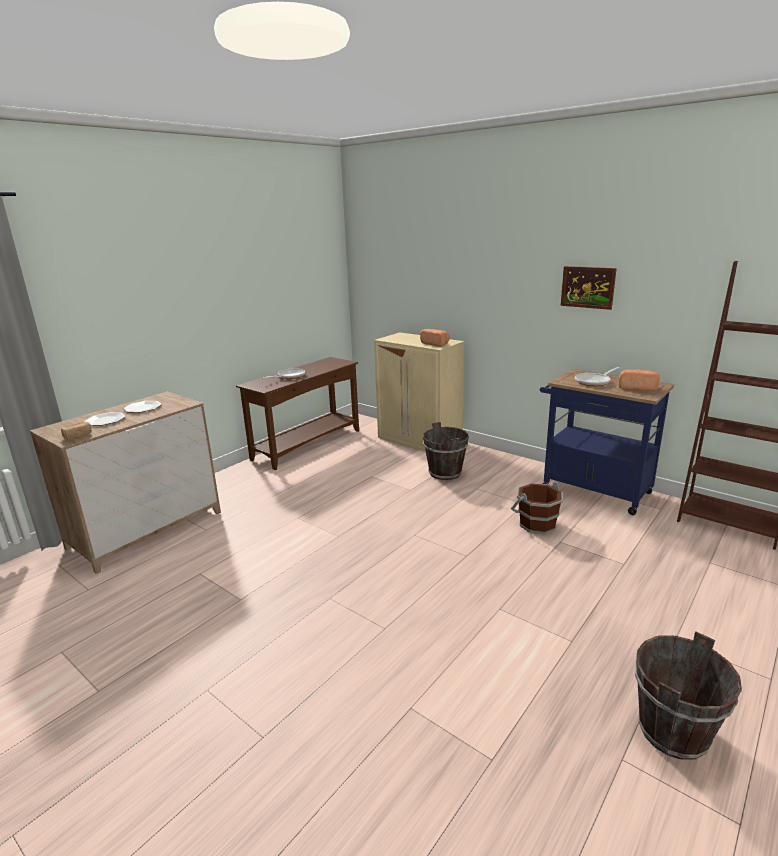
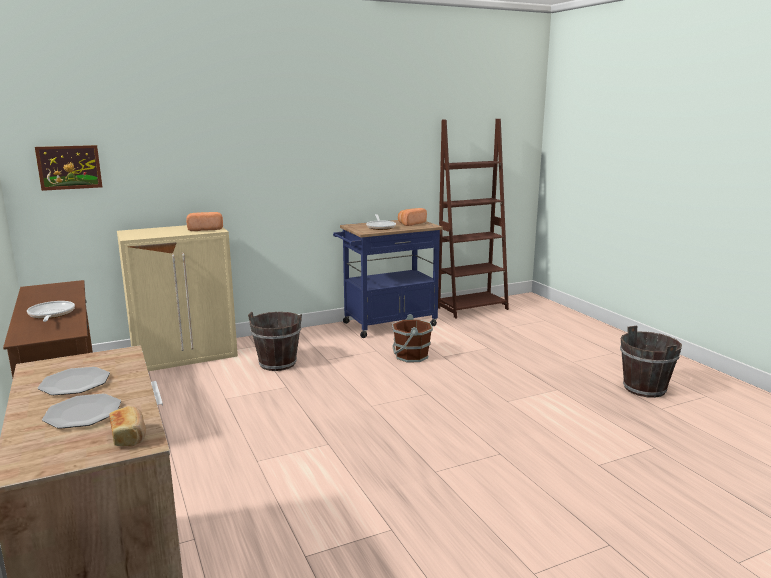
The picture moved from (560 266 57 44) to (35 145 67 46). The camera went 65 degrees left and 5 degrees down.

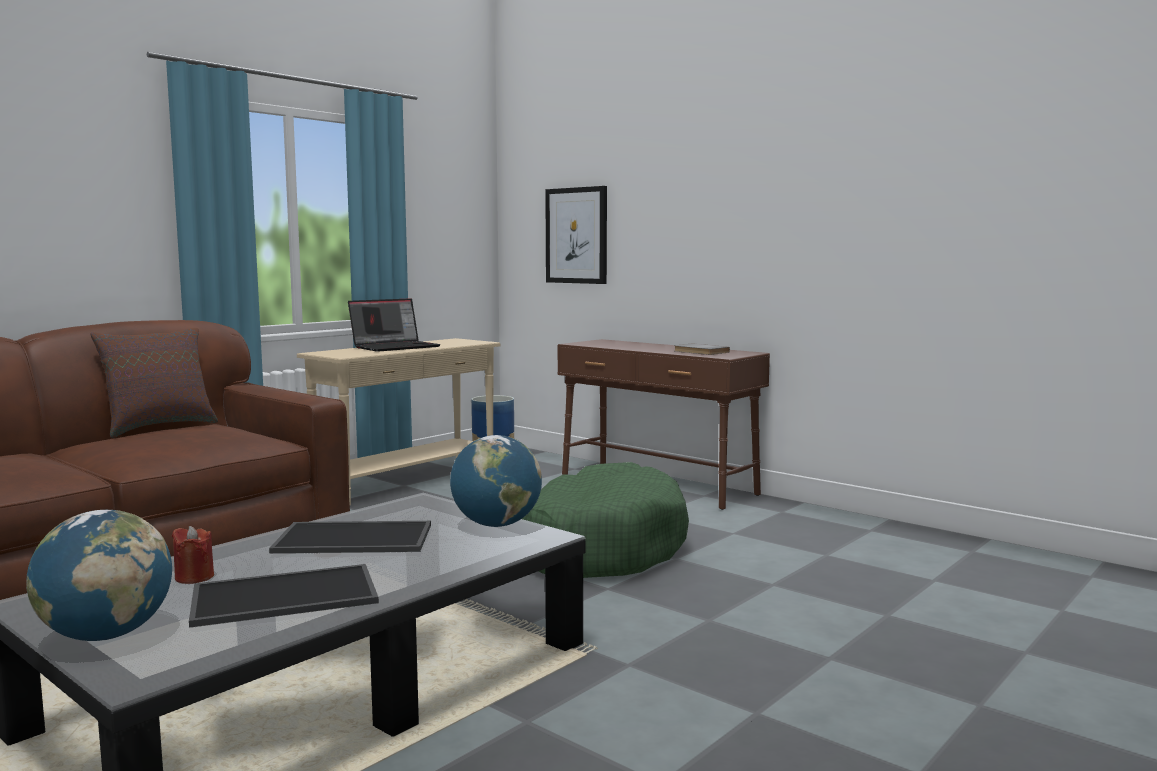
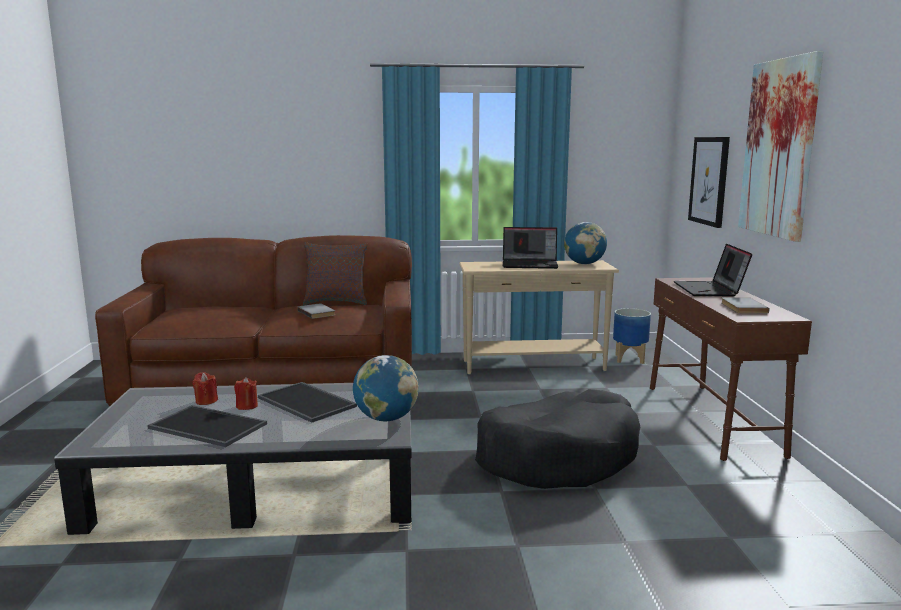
The red candle at (234 377 24 33) appeared. The grey book at (297 303 38 16) appeared. The green dog bed at (522 462 167 116) became the black dog bed at (475 389 165 100). The globe moved from (26 510 146 131) to (564 222 43 42). The laptop at (674 244 78 52) appeared. The picture at (738 51 85 191) appeared. The camera went 45 degrees right and 5 degrees up.

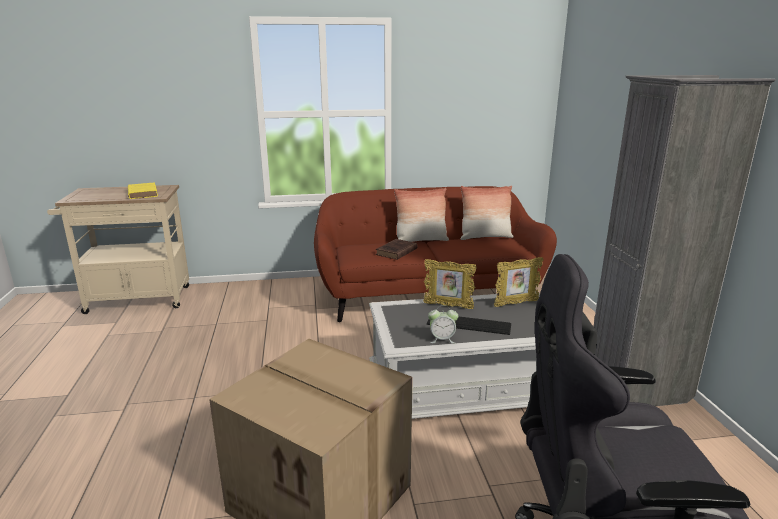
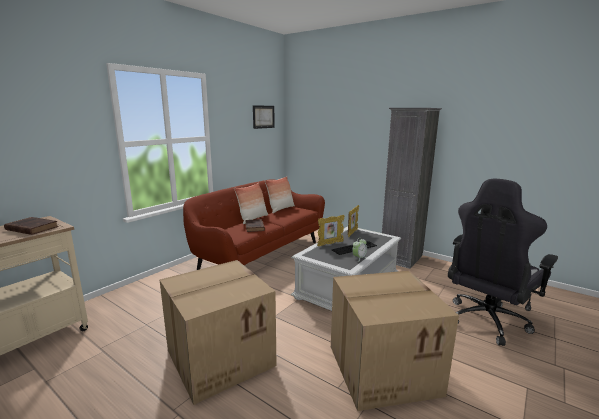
The yellow book at (128 182 30 17) became the brown book at (4 217 55 18). The cardboard box at (160 260 117 145) appeared. The picture at (253 105 22 24) appeared. The camera went 45 degrees left and 5 degrees down.

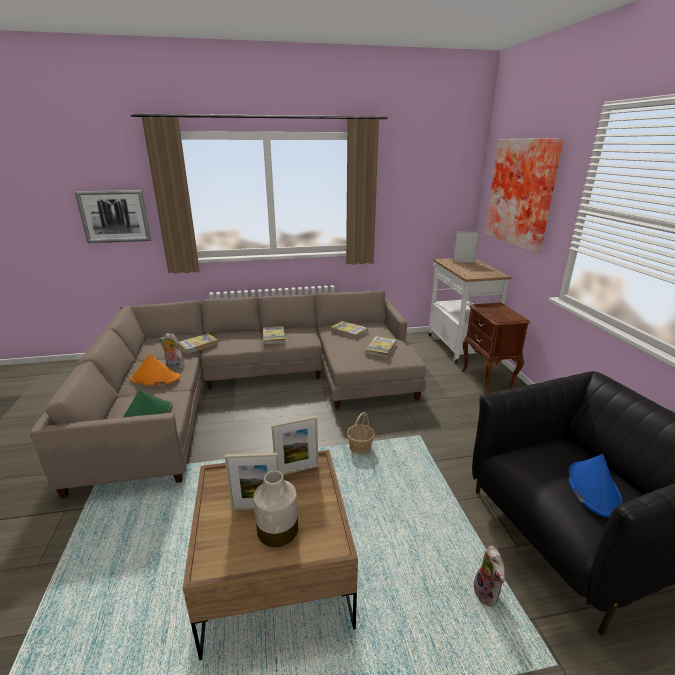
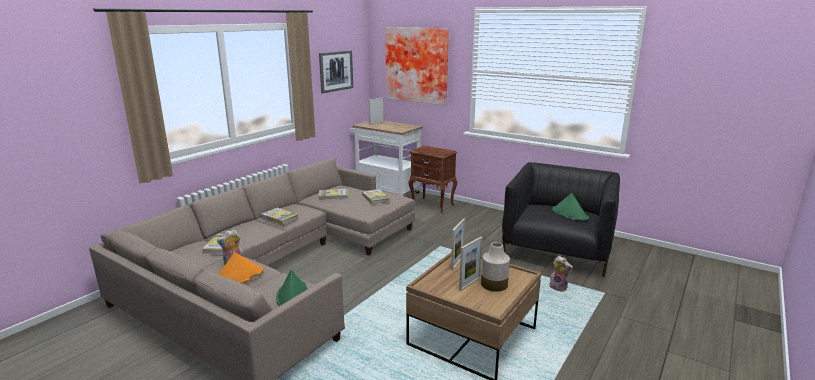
The picture moved from (75 190 76 53) to (319 50 34 43). The blue hat at (568 454 54 64) became the green hat at (552 193 37 28). The basket at (347 412 28 42) disappeared. The camera went 45 degrees left and 5 degrees down.

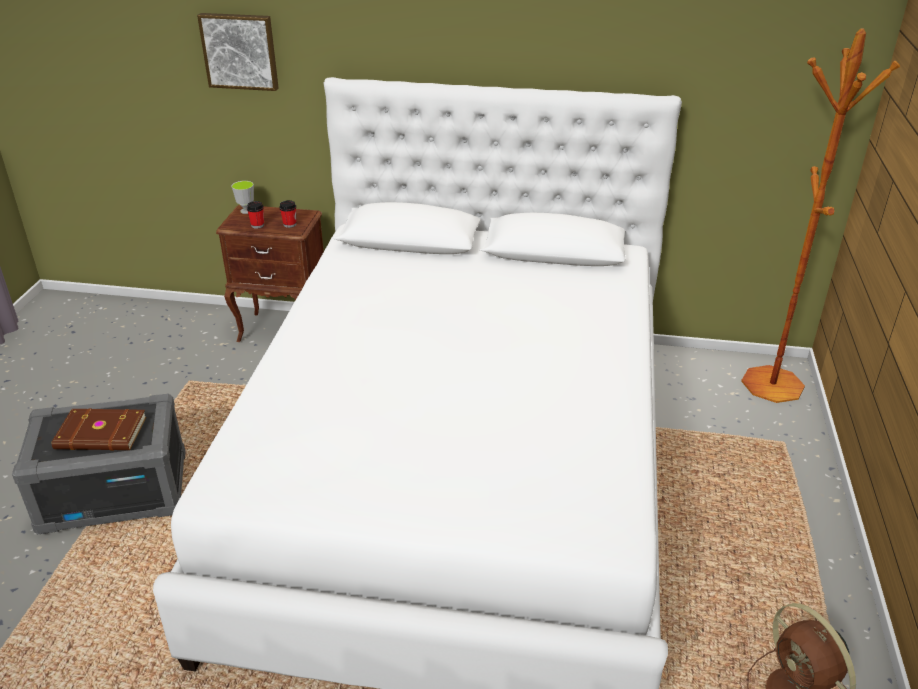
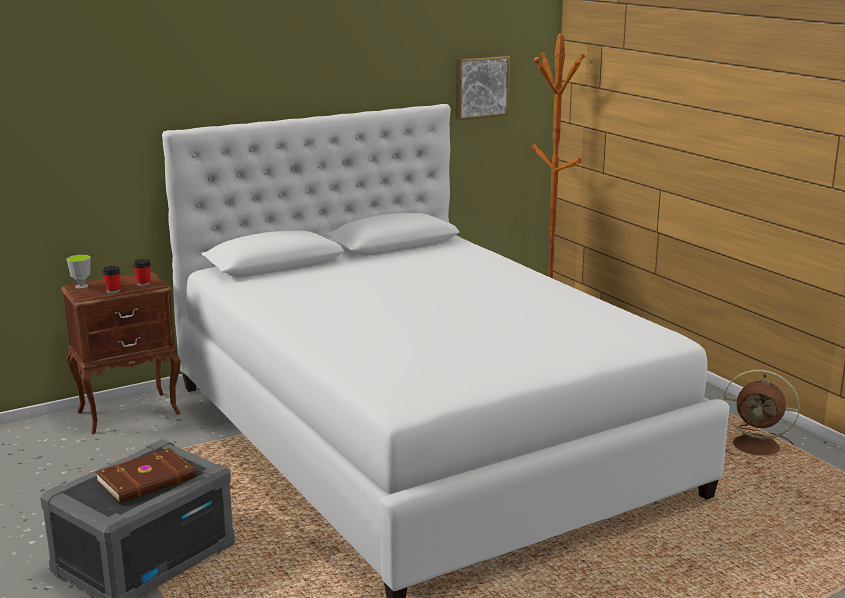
The picture moved from (197 13 82 78) to (456 55 54 65). The camera went 40 degrees left and 15 degrees down.

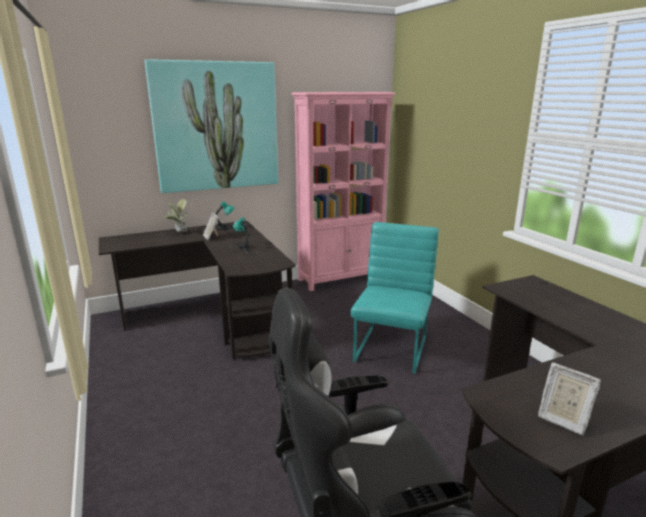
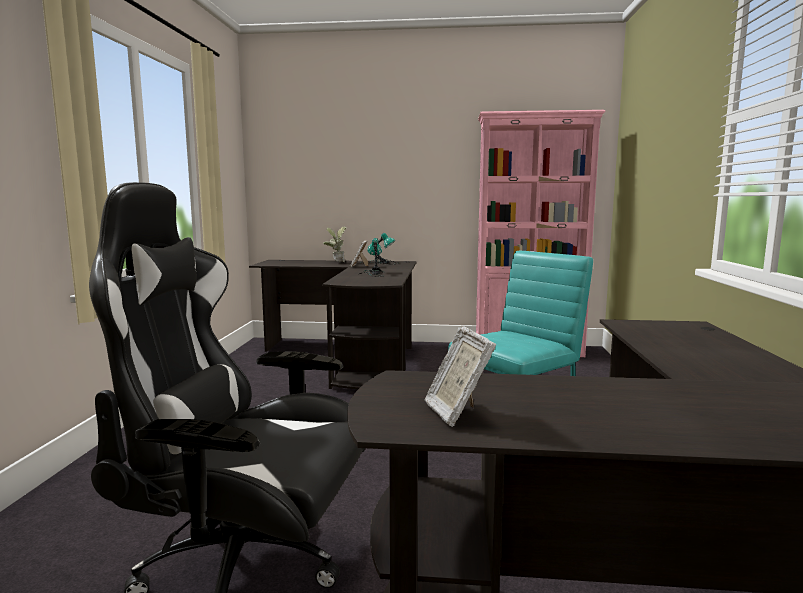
The picture at (145 59 133 134) disappeared. The camera went 30 degrees right and 10 degrees down.

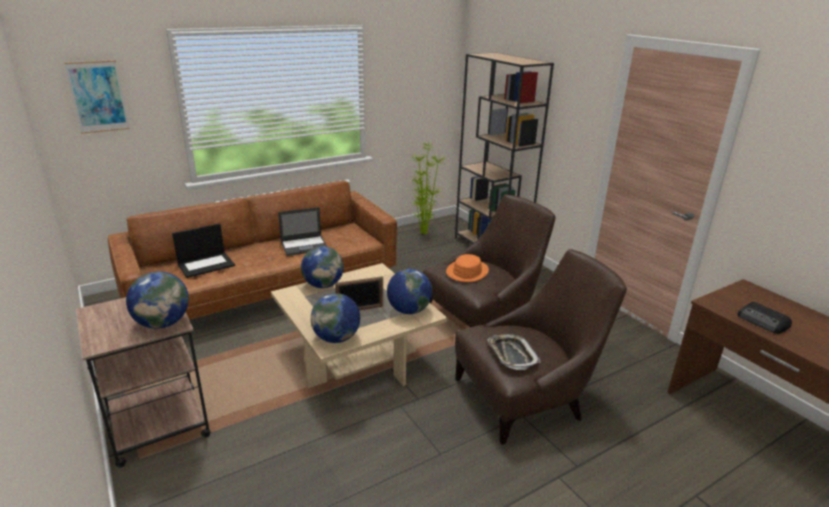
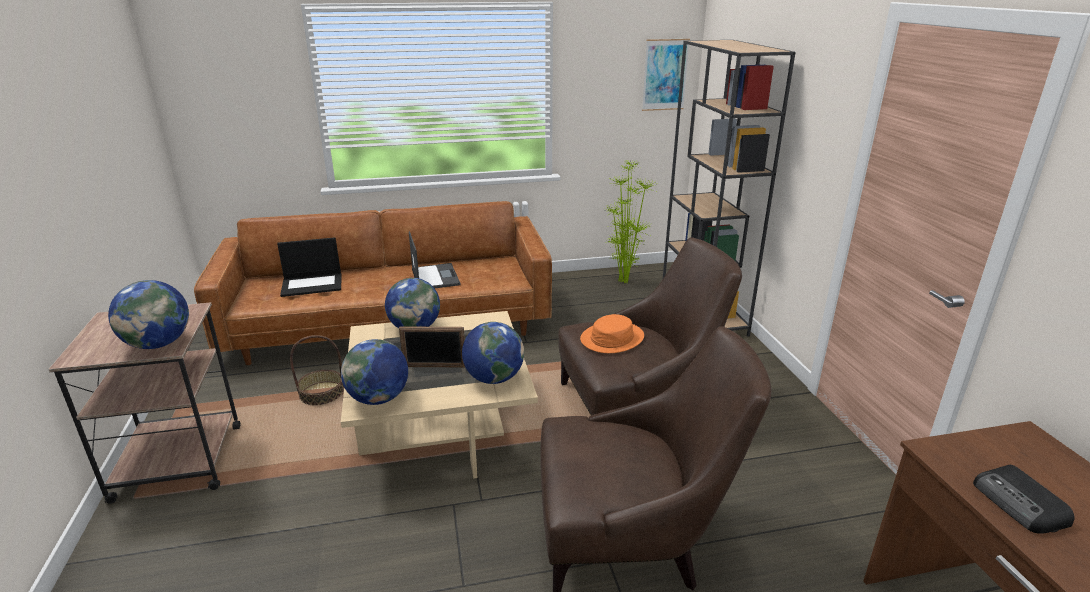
The basket at (290 335 54 71) appeared. The laptop at (278 207 49 49) turned 105 degrees counterclockwise. The picture moved from (64 60 66 74) to (642 39 48 72). The tray at (487 334 54 36) disappeared. The camera went 20 degrees right and 0 degrees up.

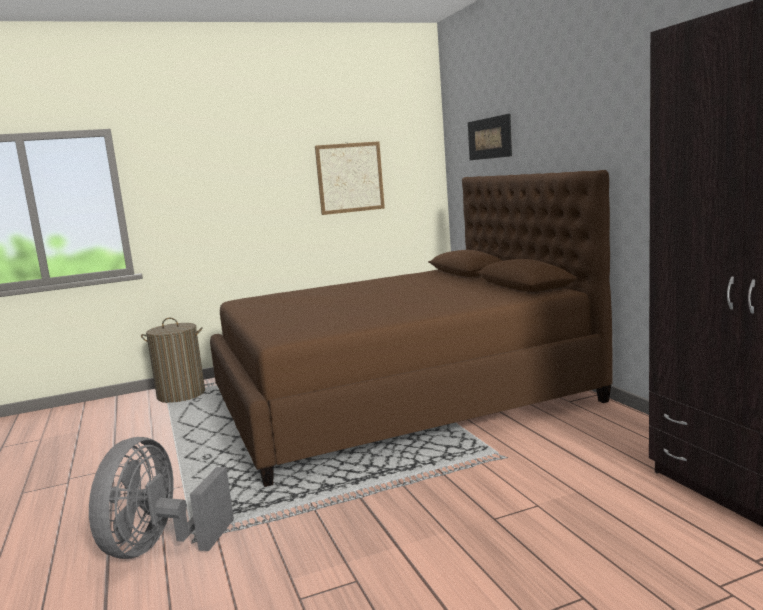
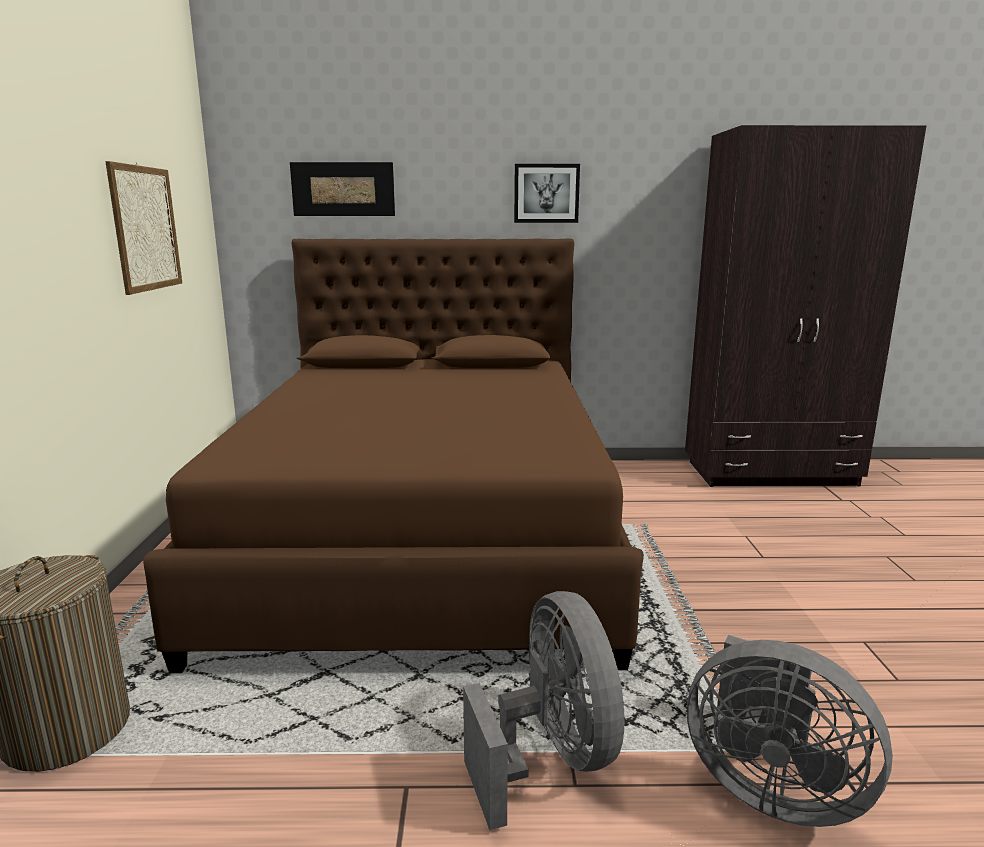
The grey fan at (463 591 162 239) appeared. The picture at (514 164 66 59) appeared. The camera went 70 degrees left and 5 degrees up.

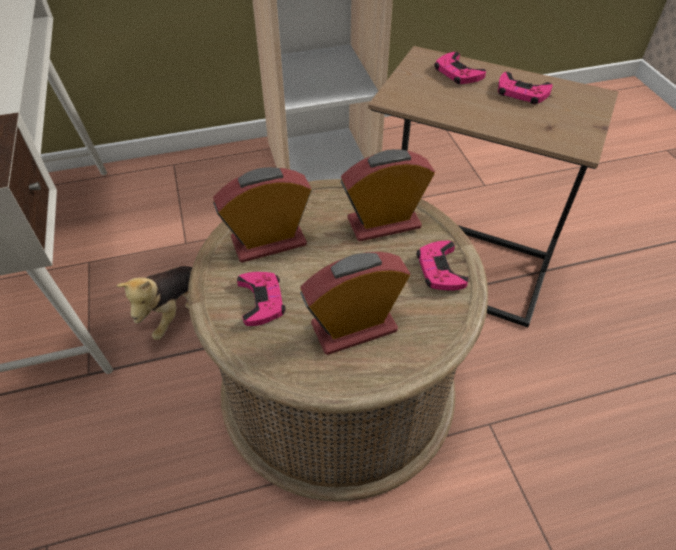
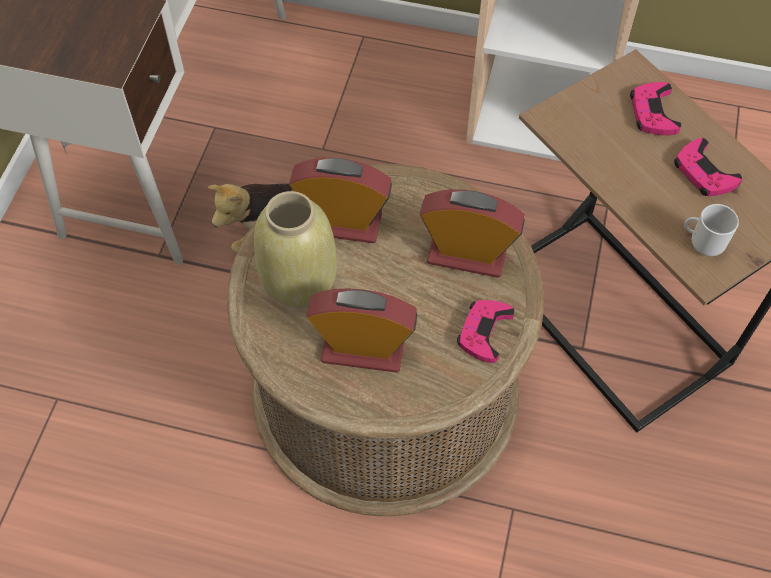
The pink game controller at (237 272 49 54) was replaced by the beige vase at (254 191 83 116). The mug at (684 204 55 52) appeared. The camera went 30 degrees right and 10 degrees up.

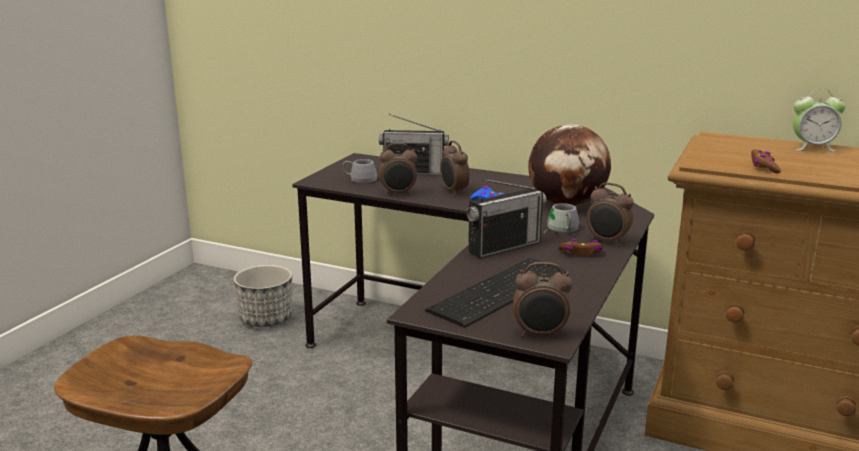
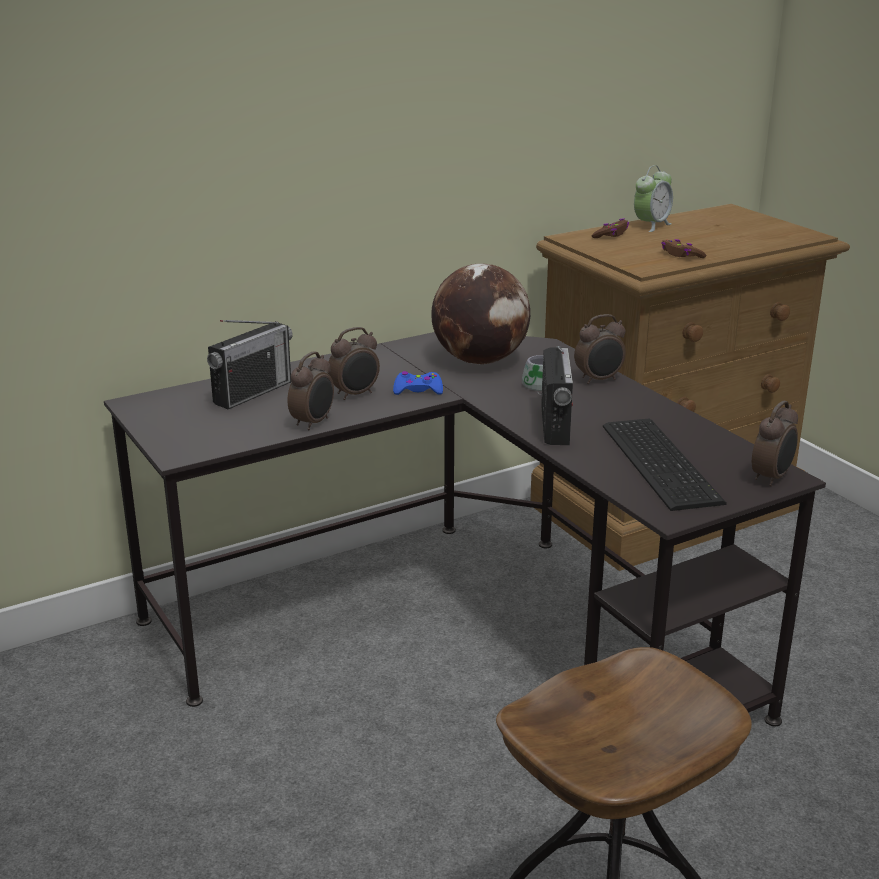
The alarm clock at (440 141 29 54) turned 45 degrees counterclockwise. The brown game controller moved from (558 239 45 17) to (592 218 37 20). The planter at (234 265 58 62) disappeared. The grey mug at (343 159 34 24) disappeared. The camera went 55 degrees left and 5 degrees up.

